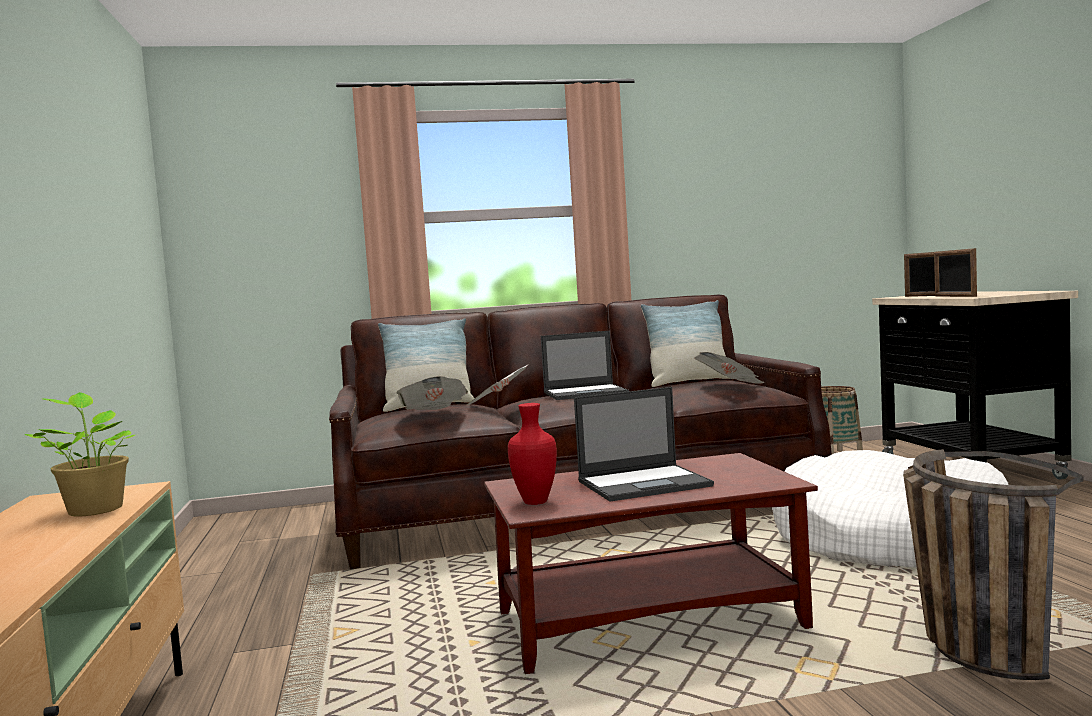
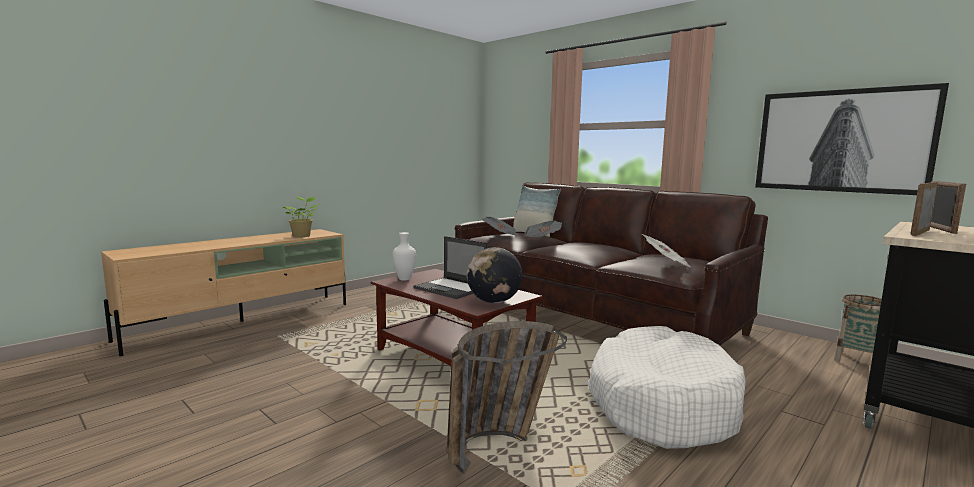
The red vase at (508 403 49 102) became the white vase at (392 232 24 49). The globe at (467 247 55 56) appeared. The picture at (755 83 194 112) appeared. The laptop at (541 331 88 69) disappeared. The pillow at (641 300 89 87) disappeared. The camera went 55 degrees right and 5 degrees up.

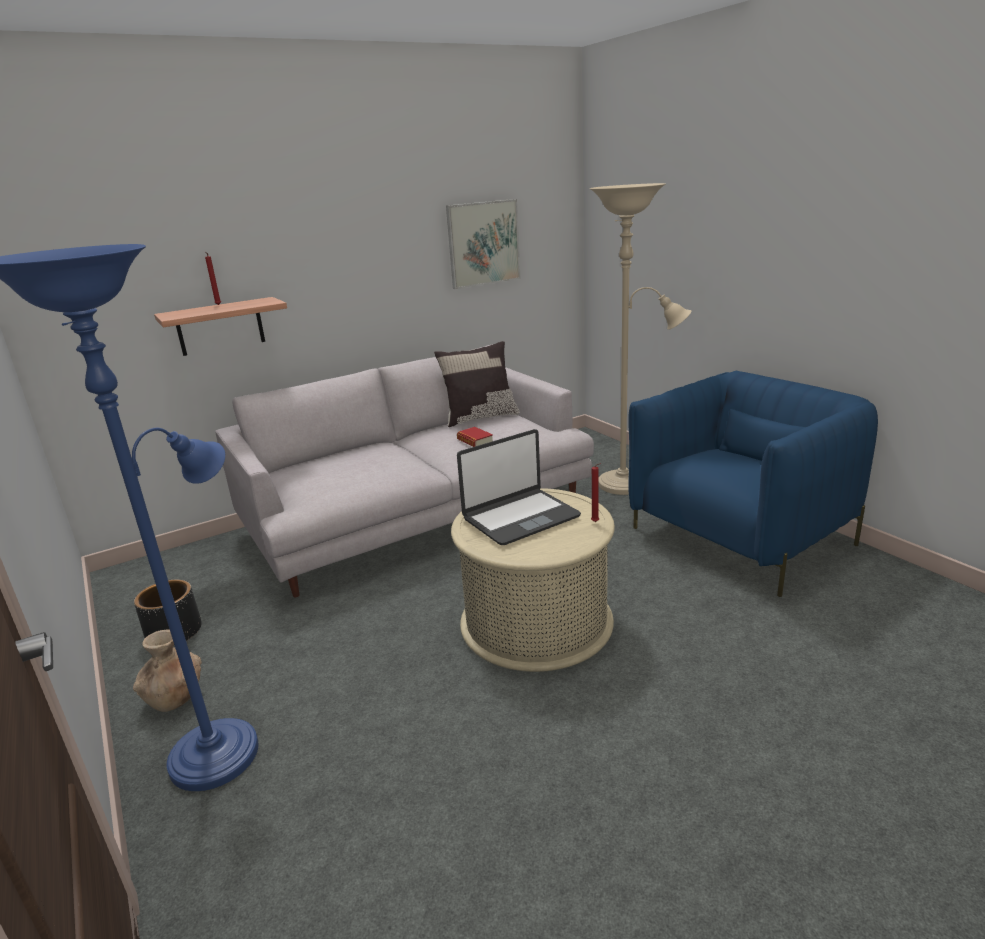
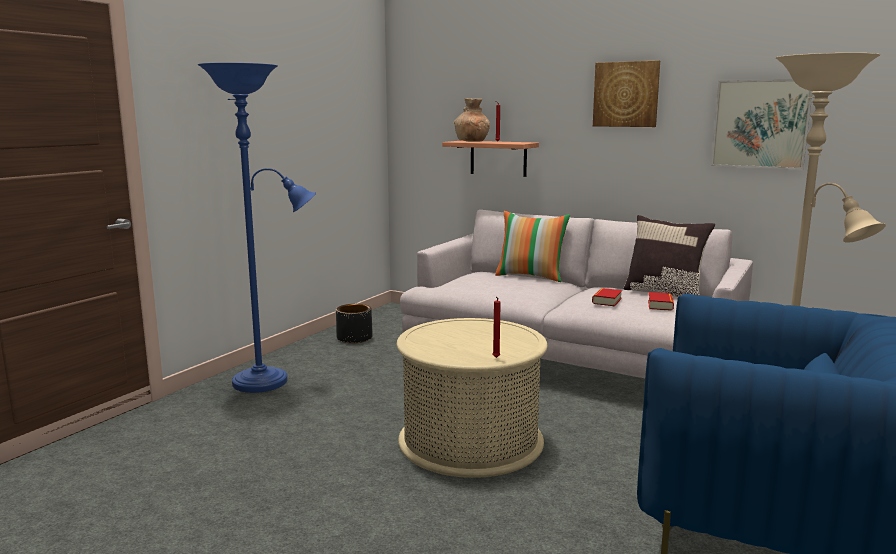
The brown vase moved from (133 629 69 83) to (454 98 36 44). The pillow at (495 211 75 71) appeared. The picture at (593 60 67 67) appeared. The book at (648 292 26 19) appeared. The laptop at (457 429 124 116) disappeared. The camera went 60 degrees right and 10 degrees down.

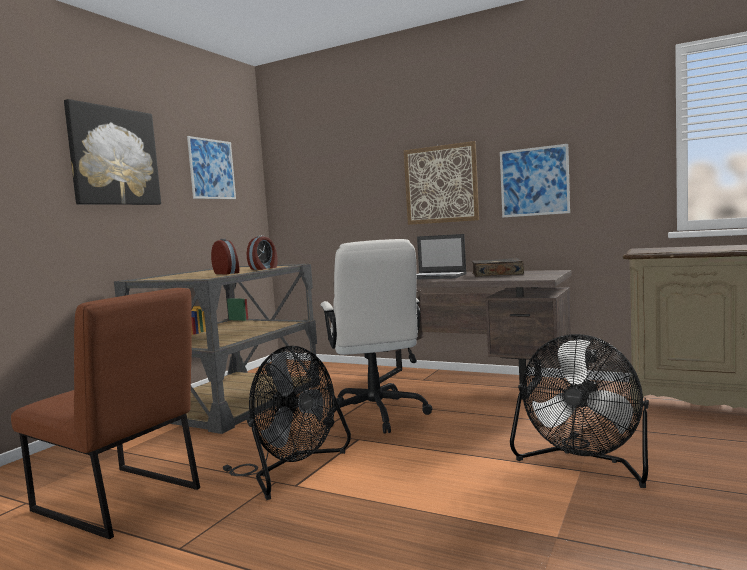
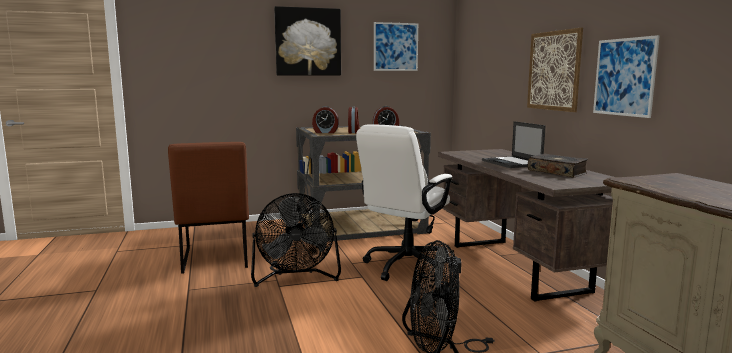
The alarm clock at (312 106 27 27) appeared. The camera went 45 degrees right and 5 degrees up.

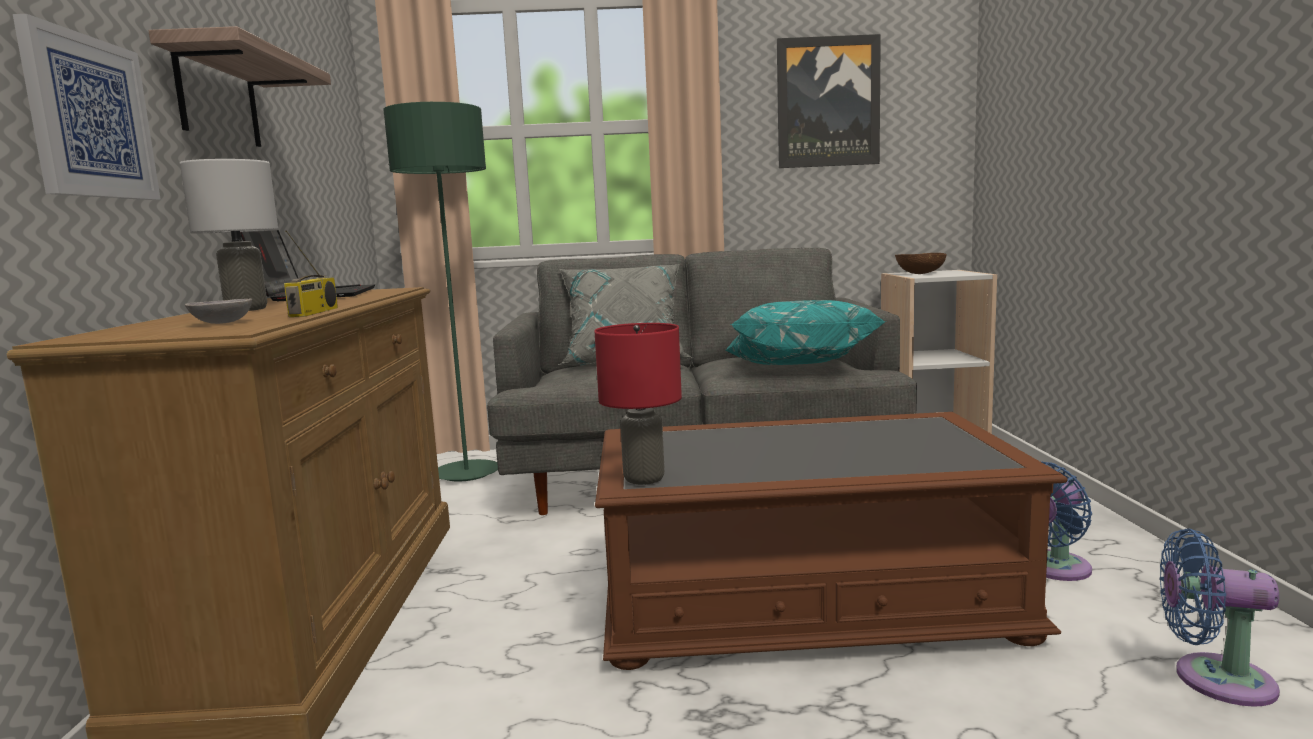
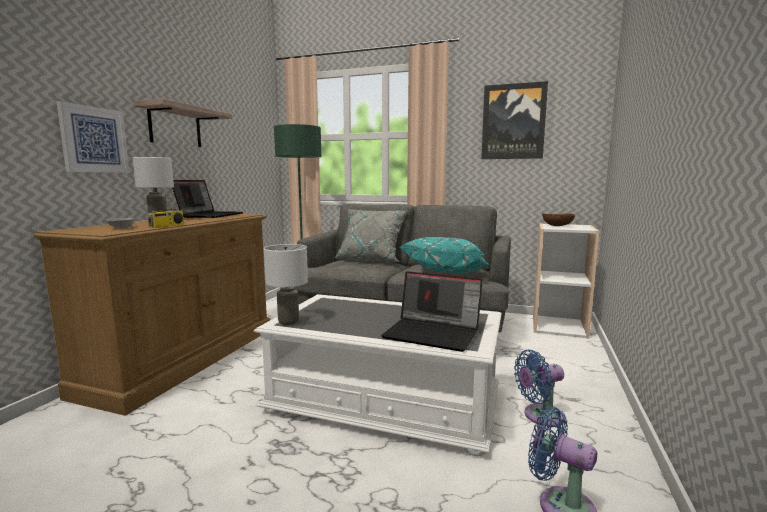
The brown coffee table at (595 412 473 258) became the white coffee table at (254 294 248 162). The red table lamp at (594 323 88 162) became the white table lamp at (264 244 44 81). The laptop at (381 271 102 81) appeared. The camera went 20 degrees right and 0 degrees up.

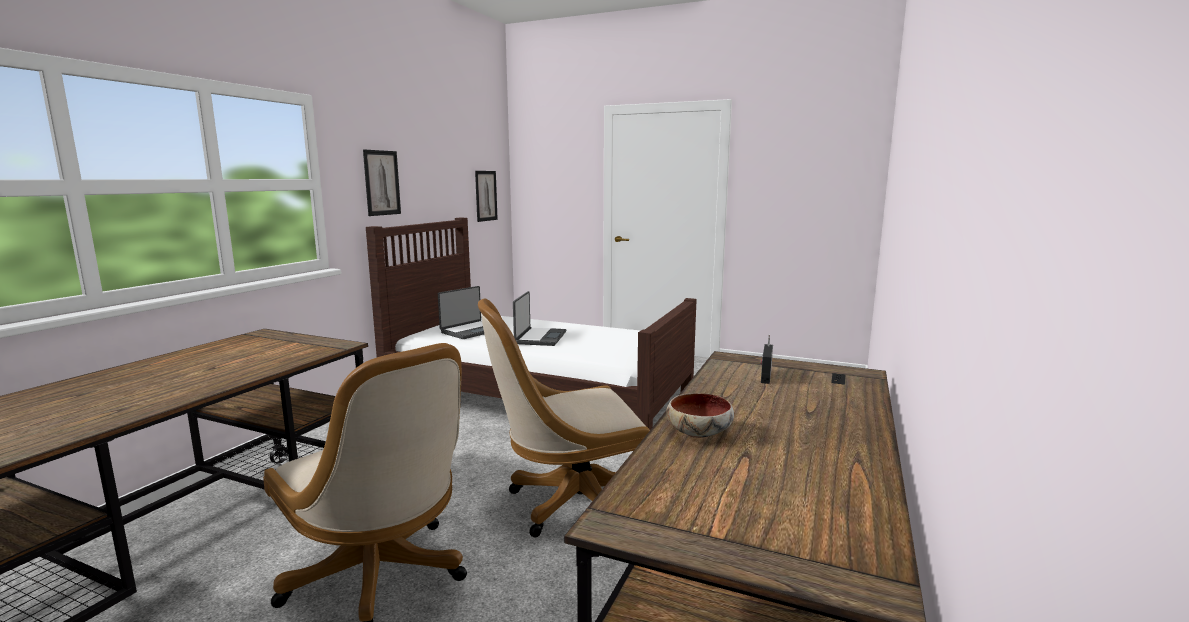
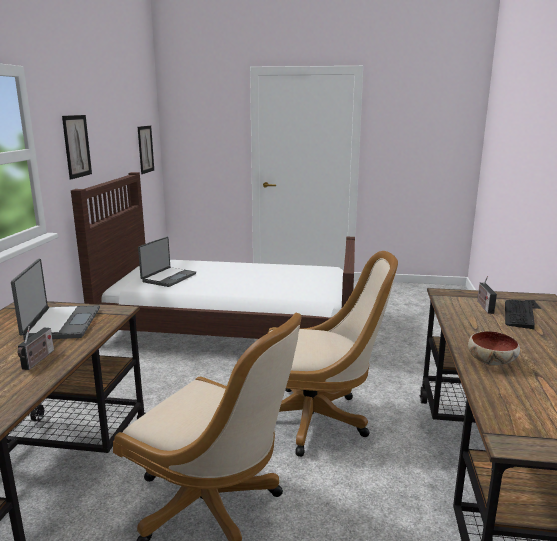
The laptop moved from (513 291 54 55) to (11 259 89 81). The radio at (18 326 36 44) appeared. The office chair at (478 298 172 239) turned 150 degrees counterclockwise. The keyboard at (505 300 30 29) appeared. The camera went 15 degrees left and 5 degrees up.

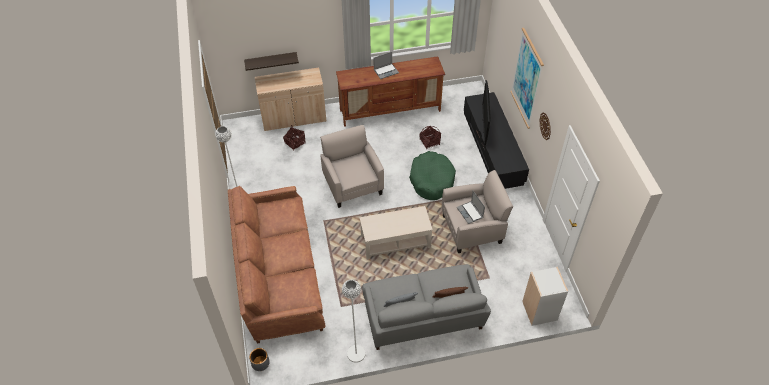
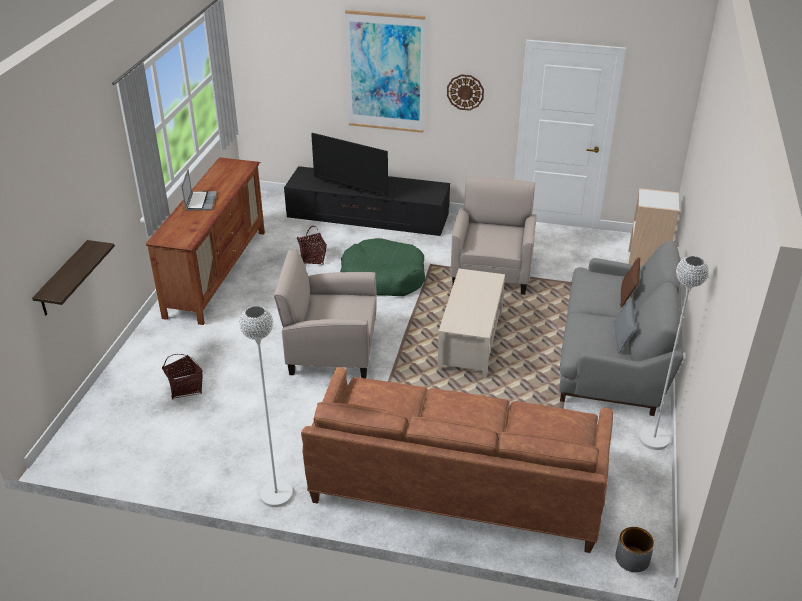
The beige cabinet at (255 68 71 63) disappeared. The laptop at (457 191 28 33) disappeared. The camera went 65 degrees left and 15 degrees down.

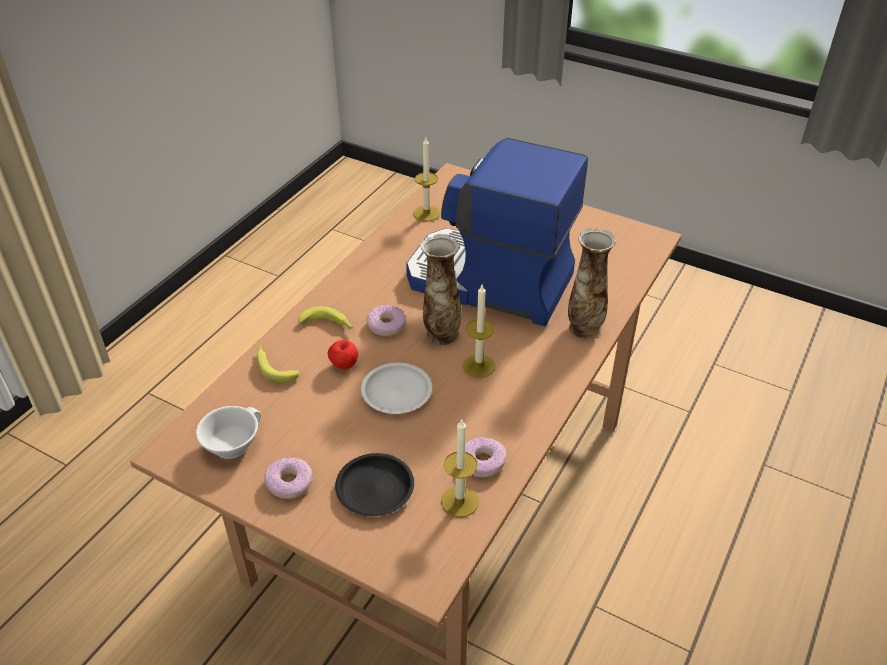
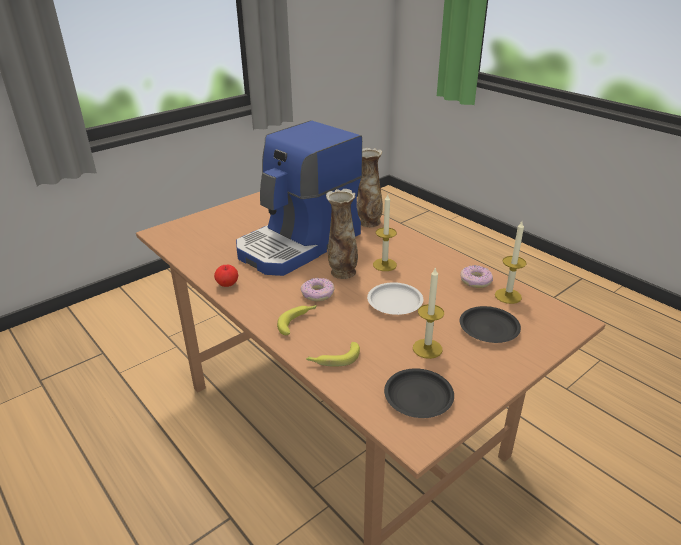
The apple moved from (328 340 30 29) to (214 265 24 22). The white cup at (196 406 65 53) was replaced by the black plate at (384 368 70 50). The candle moved from (413 136 27 86) to (413 267 31 92). The donut at (264 458 49 41) disappeared. The camera went 70 degrees left and 10 degrees down.

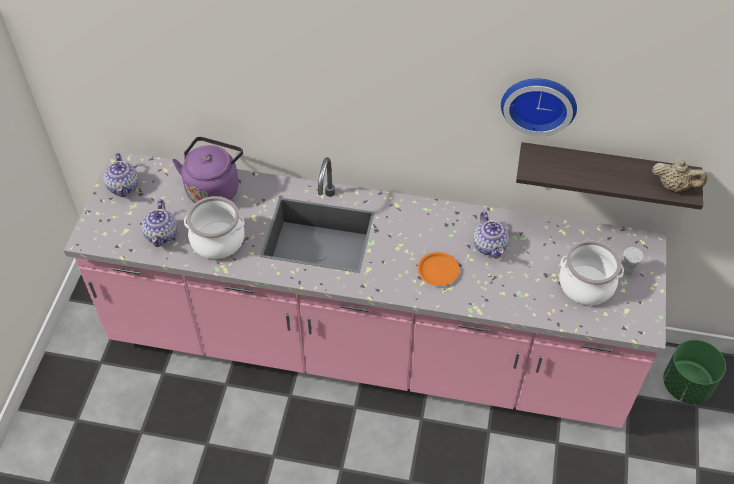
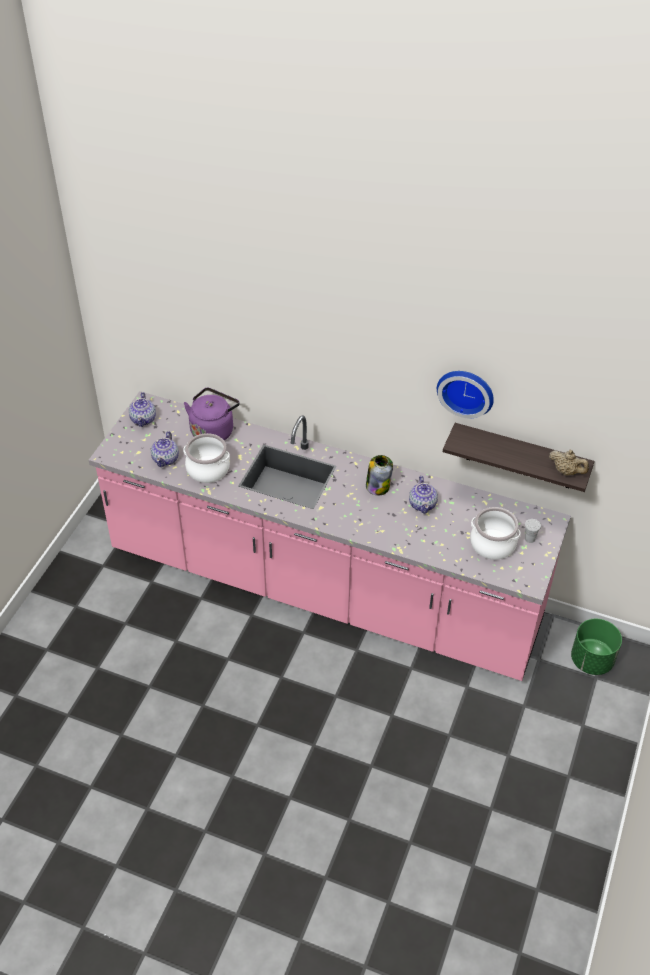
The jar at (366 455 27 41) appeared. The orange plate at (418 252 42 34) disappeared. The camera went 10 degrees right and 5 degrees down.

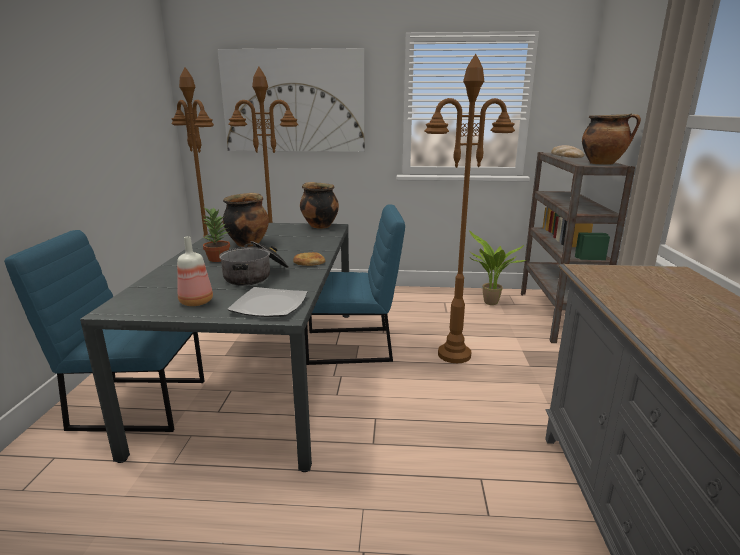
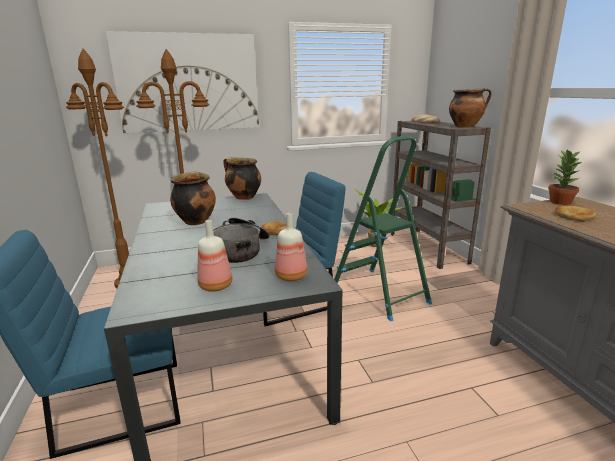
The plate at (227 287 80 30) was replaced by the bottle at (275 213 32 68). The brown floor lamp at (424 54 91 309) was replaced by the green step ladder at (334 136 98 185). The potted plant moved from (202 207 28 55) to (548 150 34 55). The bread at (555 205 41 17) appeared. The camera went 20 degrees left and 0 degrees up.

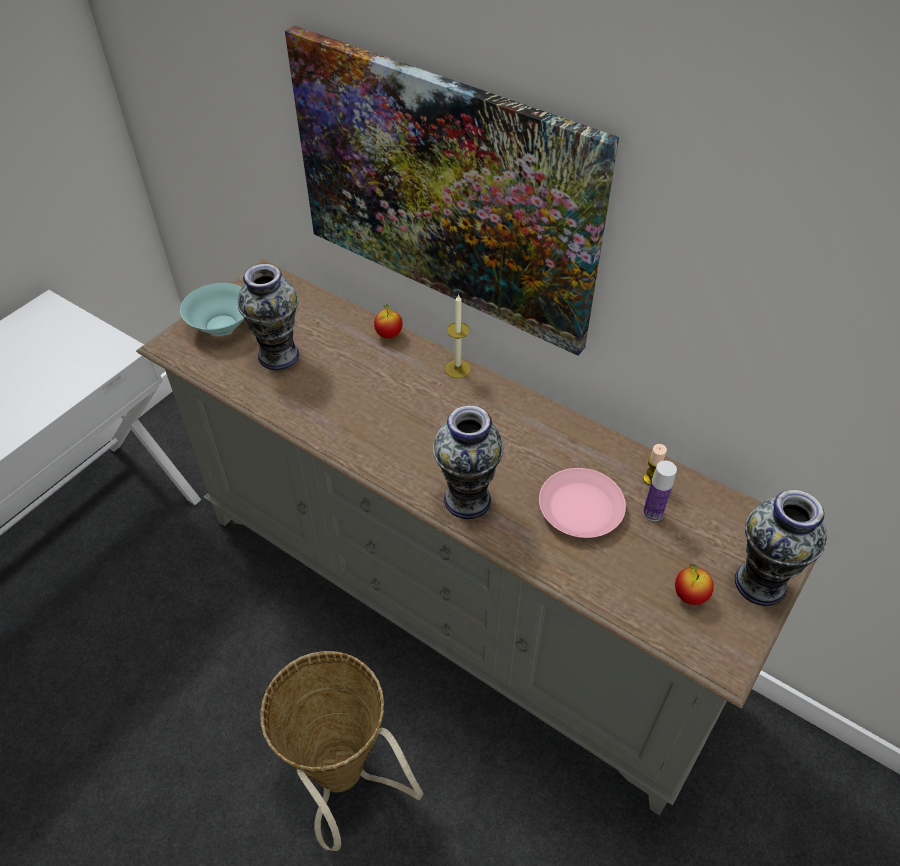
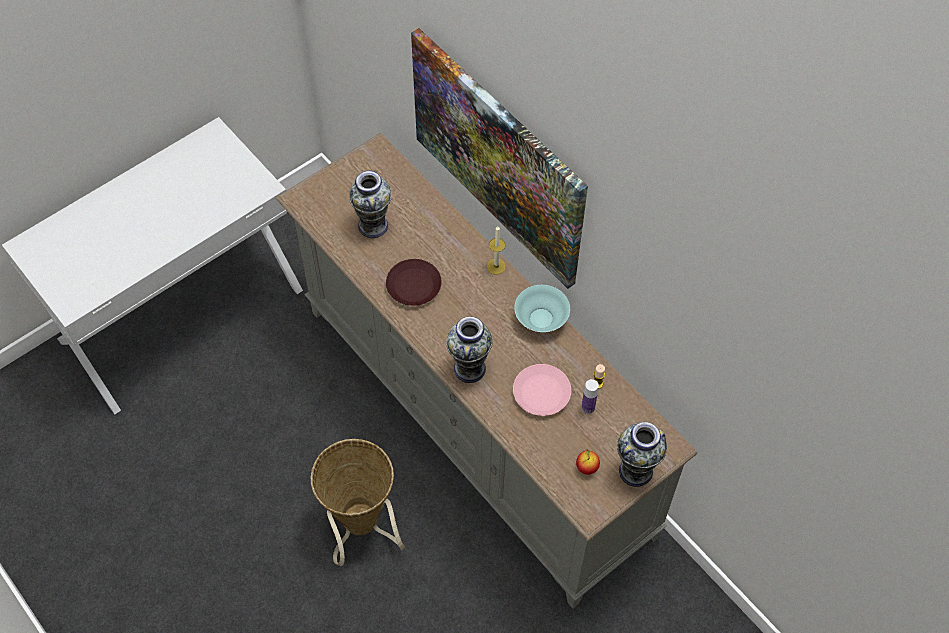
The brown plate at (386 259 55 47) appeared. The turquoise bowl moved from (180 283 64 53) to (514 285 56 47). The apple at (374 304 29 34) disappeared. The camera went 15 degrees right and 10 degrees up.

